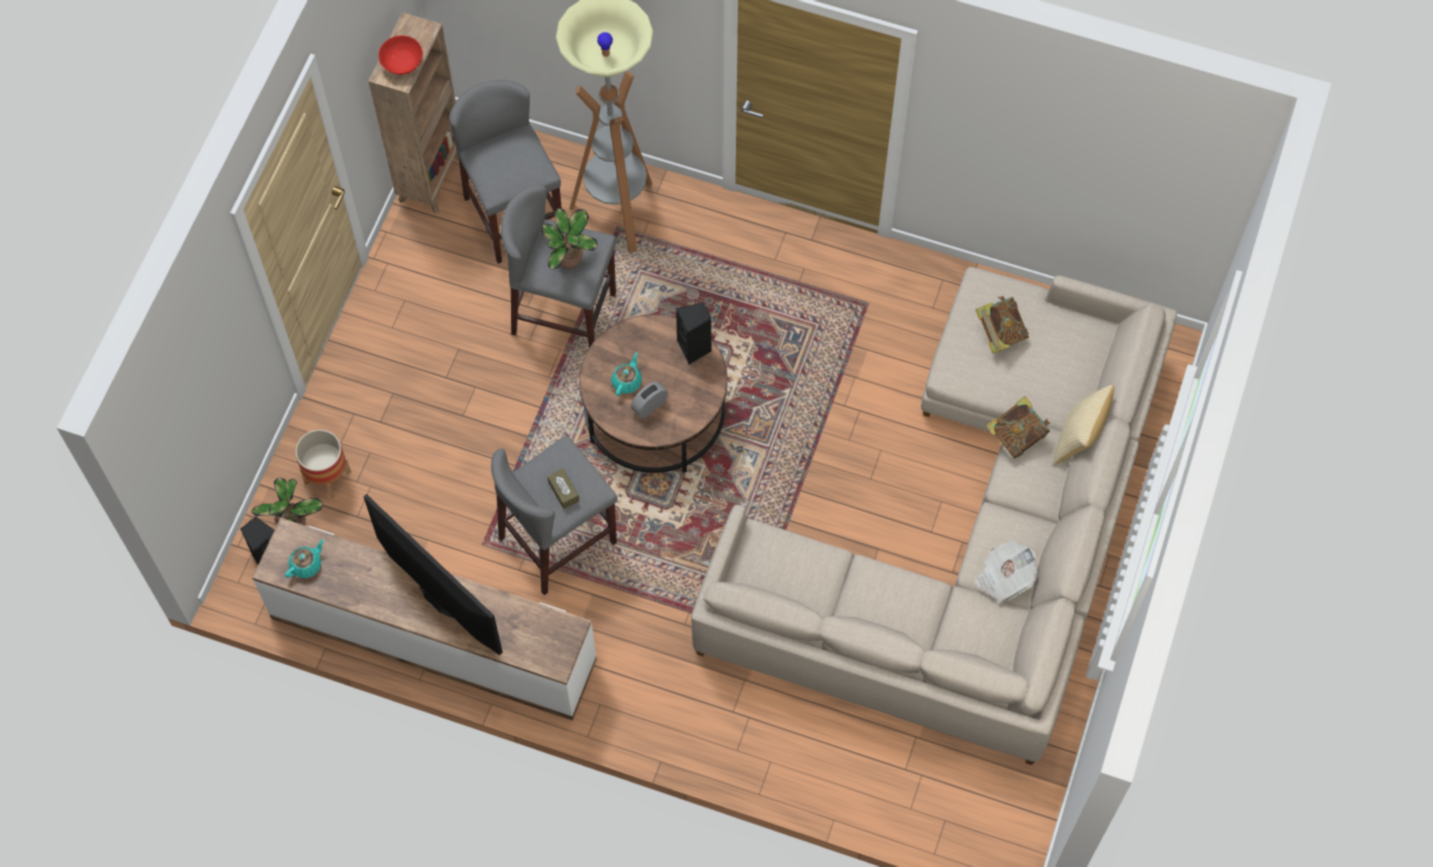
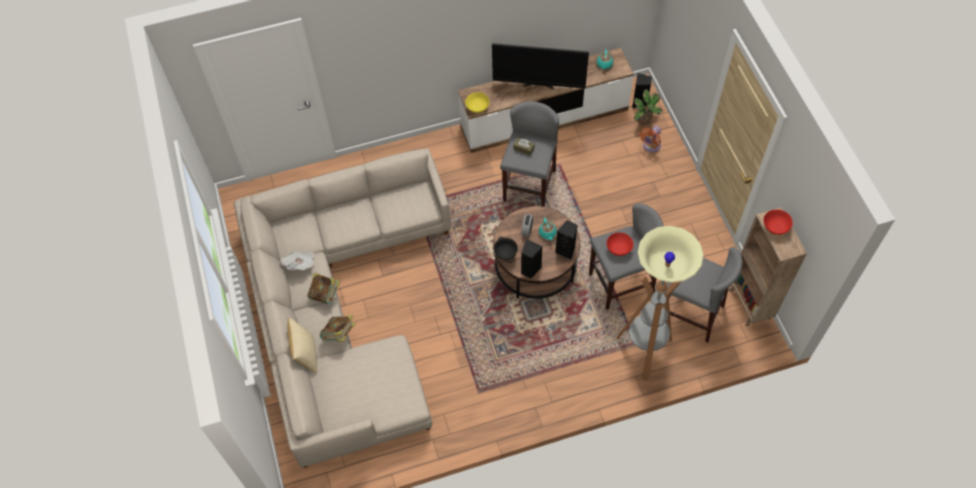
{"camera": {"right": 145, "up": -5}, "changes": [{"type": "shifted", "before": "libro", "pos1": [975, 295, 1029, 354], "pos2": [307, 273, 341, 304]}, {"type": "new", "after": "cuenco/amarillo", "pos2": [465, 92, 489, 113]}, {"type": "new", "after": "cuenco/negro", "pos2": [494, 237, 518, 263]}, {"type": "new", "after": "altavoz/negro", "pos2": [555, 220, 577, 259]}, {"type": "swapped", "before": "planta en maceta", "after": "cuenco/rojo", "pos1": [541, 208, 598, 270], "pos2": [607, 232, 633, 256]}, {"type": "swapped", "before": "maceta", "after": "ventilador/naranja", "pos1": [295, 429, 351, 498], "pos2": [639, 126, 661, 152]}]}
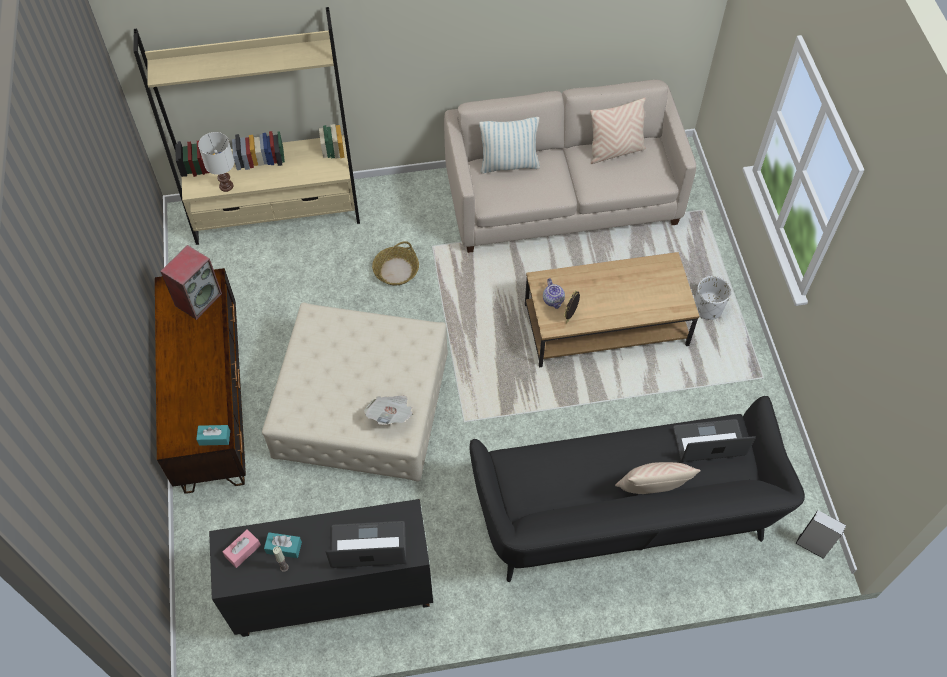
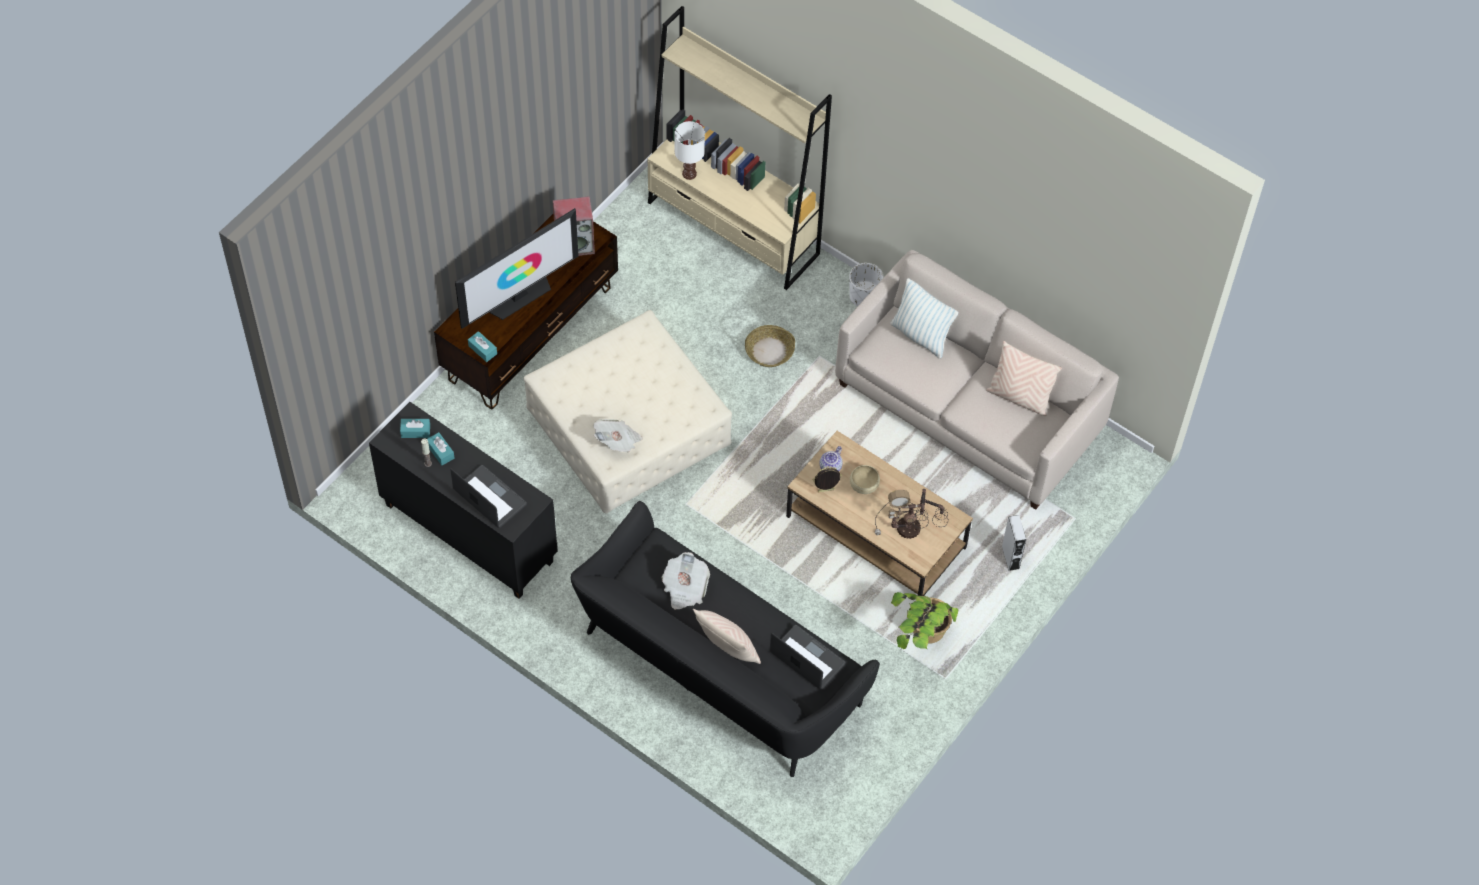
{"camera": {"right": 45, "up": 0}, "changes": [{"type": "repainted", "before": "caja de pañuelos/rosa", "after": "caja de pañuelos/turquesa", "pos1": [223, 529, 261, 568], "pos2": [400, 419, 430, 438]}, {"type": "new", "after": "televisor", "pos2": [455, 208, 578, 329]}, {"type": "new", "after": "periódico", "pos2": [662, 552, 710, 610]}, {"type": "shifted", "before": "maceta/blanco", "pos1": [695, 276, 731, 320], "pos2": [849, 263, 884, 307]}, {"type": "new", "after": "cuenco/beis", "pos2": [850, 465, 880, 494]}, {"type": "new", "after": "lámpara de mesa", "pos2": [875, 489, 948, 539]}, {"type": "new", "after": "planta en maceta", "pos2": [891, 592, 958, 649]}, {"type": "shifted", "before": "altavoz/gris", "pos1": [796, 510, 846, 559], "pos2": [1002, 515, 1026, 571]}]}
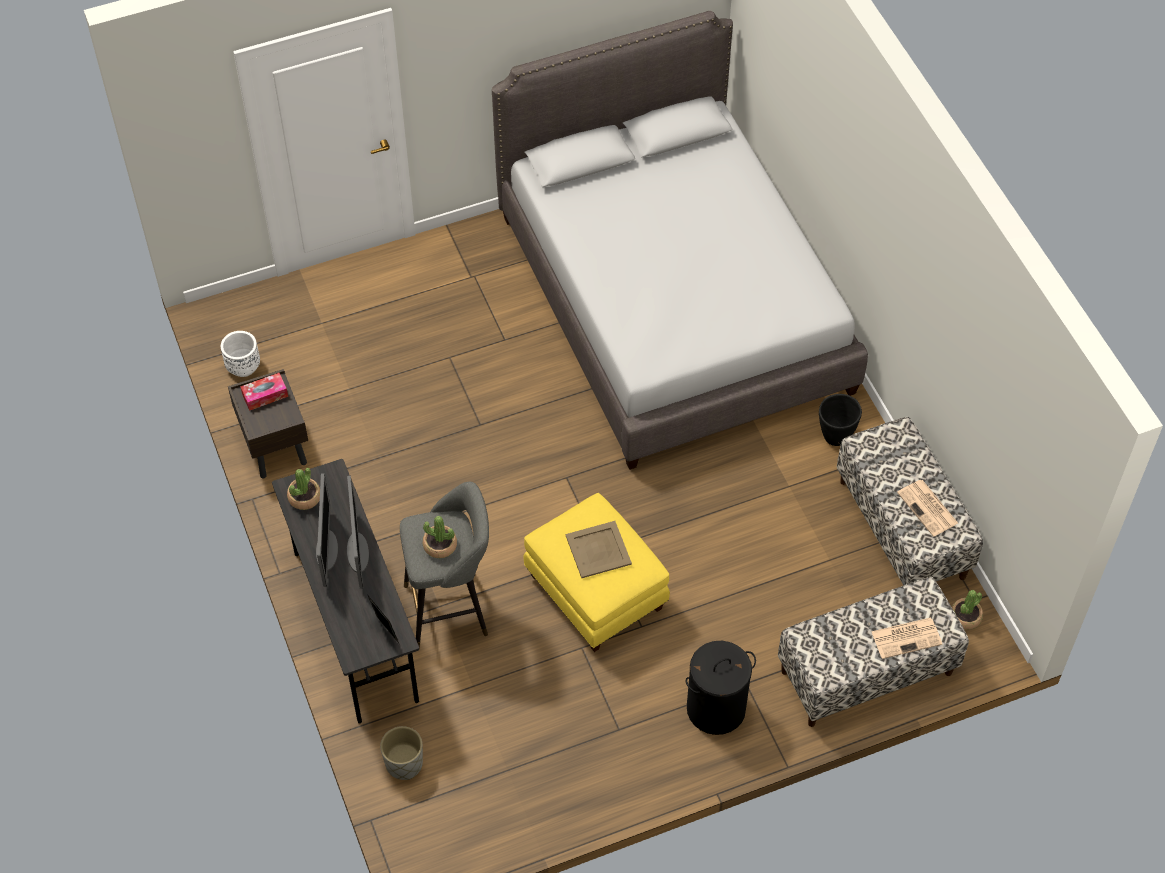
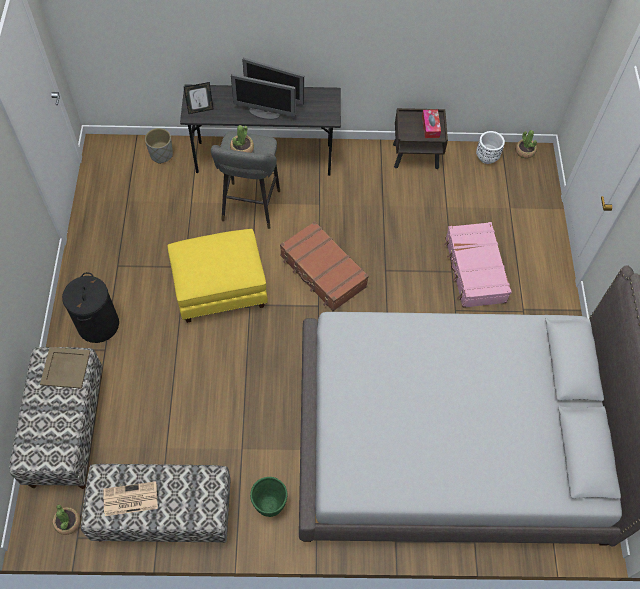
{"camera": {"right": 110, "up": 5}, "changes": [{"type": "shifted", "before": "bandeja/beis", "pos1": [566, 521, 632, 578], "pos2": [40, 347, 90, 389]}, {"type": "repainted", "before": "maceta/negro", "after": "maceta/verde", "pos1": [819, 394, 862, 446], "pos2": [250, 477, 287, 517]}, {"type": "new", "after": "maleta/marrón", "pos2": [280, 221, 369, 311]}, {"type": "new", "after": "maleta/rosa", "pos2": [444, 222, 511, 308]}, {"type": "shifted", "before": "planta en maceta", "pos1": [287, 468, 320, 510], "pos2": [516, 130, 537, 158]}, {"type": "gone", "before": "periódico", "pos1": [871, 618, 942, 659]}]}
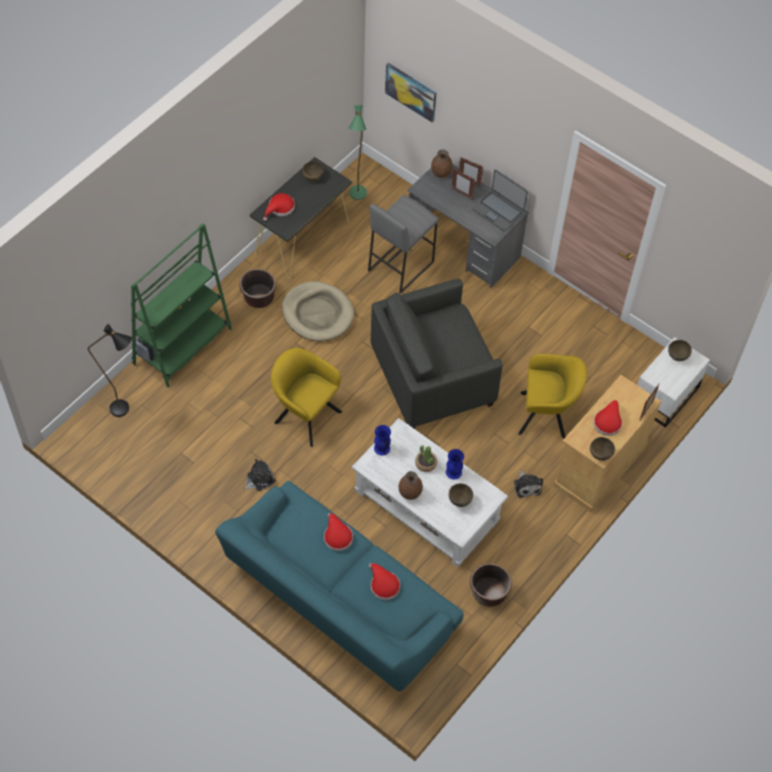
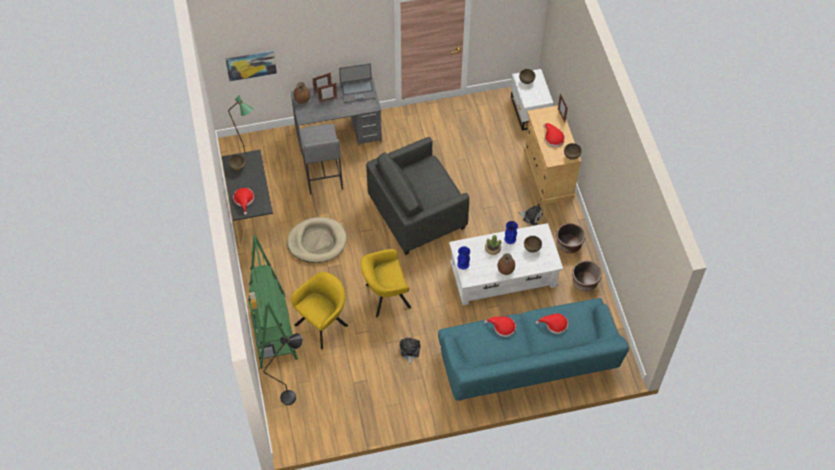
{"camera": {"right": -50, "up": 0}, "changes": [{"type": "shifted", "before": "sillón/amarillo", "pos1": [518, 354, 587, 439], "pos2": [291, 272, 348, 349]}, {"type": "rotated", "before": "sillón/gris", "pos1": [371, 279, 503, 429], "pos2": [366, 137, 469, 255], "turn": 45}, {"type": "shifted", "before": "maceta/marrón", "pos1": [239, 269, 276, 308], "pos2": [556, 223, 585, 254]}]}
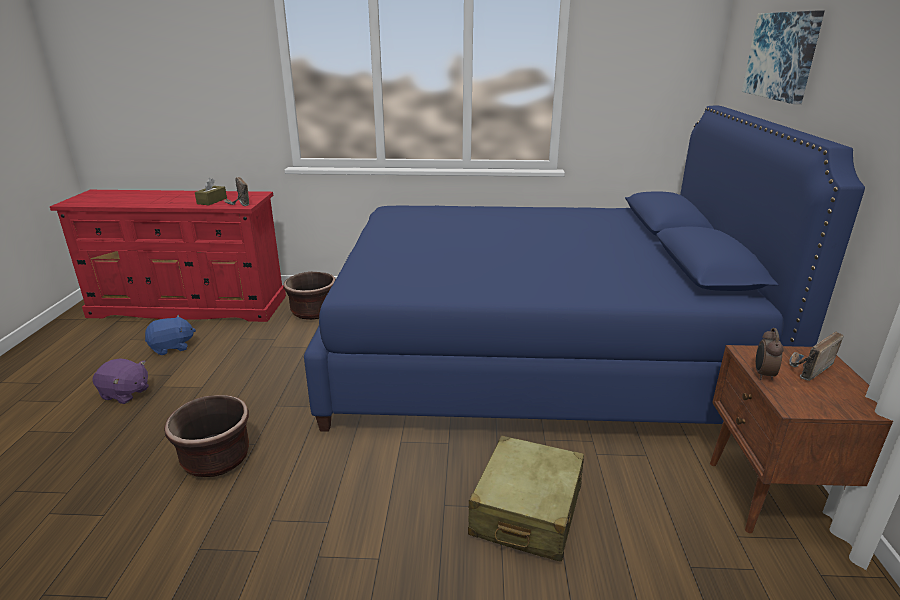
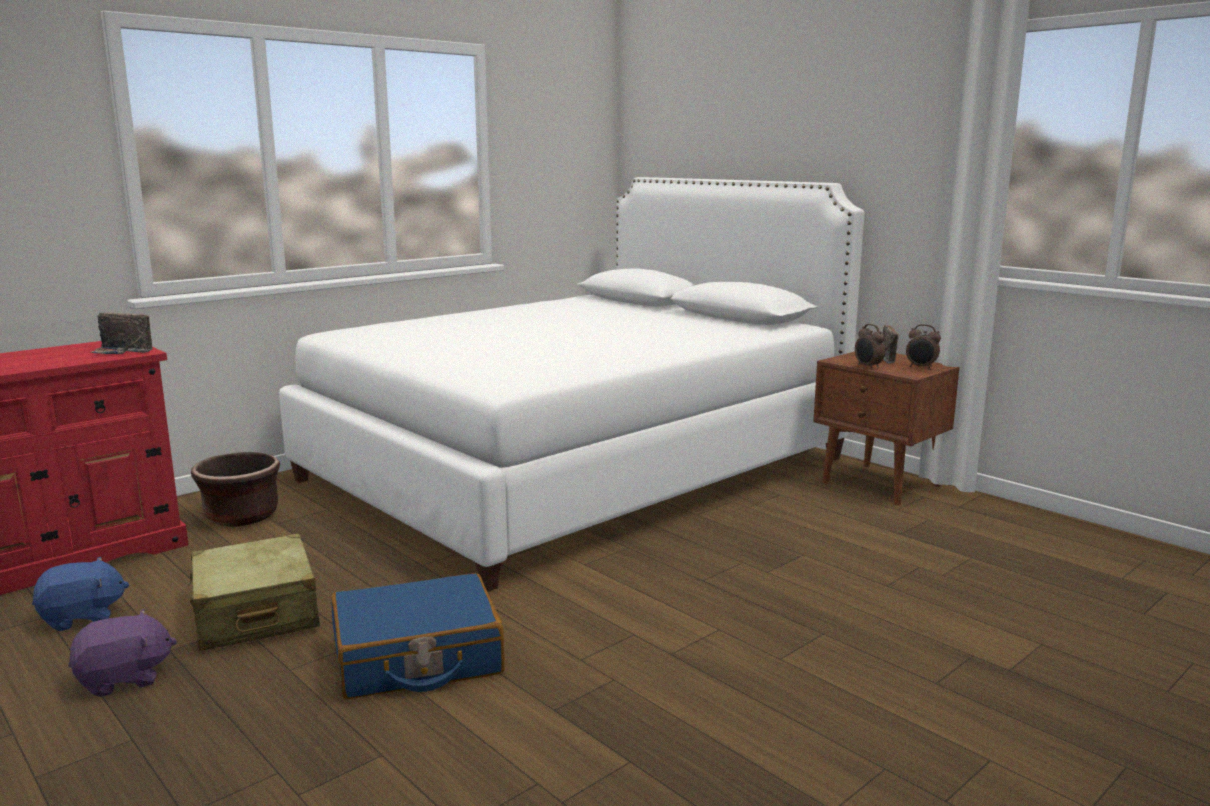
{"camera": {"right": -45, "up": -10}, "changes": [{"type": "rotated", "before": "peluche/azul", "pos1": [145, 315, 196, 355], "pos2": [32, 557, 129, 631], "turn": 45}, {"type": "shifted", "before": "maleta/beis", "pos1": [468, 435, 584, 562], "pos2": [189, 533, 320, 651]}, {"type": "repainted", "before": "cama/azul", "after": "cama/blanco", "pos1": [304, 106, 865, 432], "pos2": [279, 177, 864, 592]}, {"type": "swapped", "before": "maceta/marrón", "after": "maleta/azul", "pos1": [164, 395, 249, 477], "pos2": [331, 573, 505, 699]}, {"type": "new", "after": "despertador", "pos2": [906, 324, 941, 369]}, {"type": "gone", "before": "caja de pañuelos/marrón", "pos1": [195, 178, 227, 205]}, {"type": "gone", "before": "cuadro", "pos1": [742, 11, 825, 104]}]}
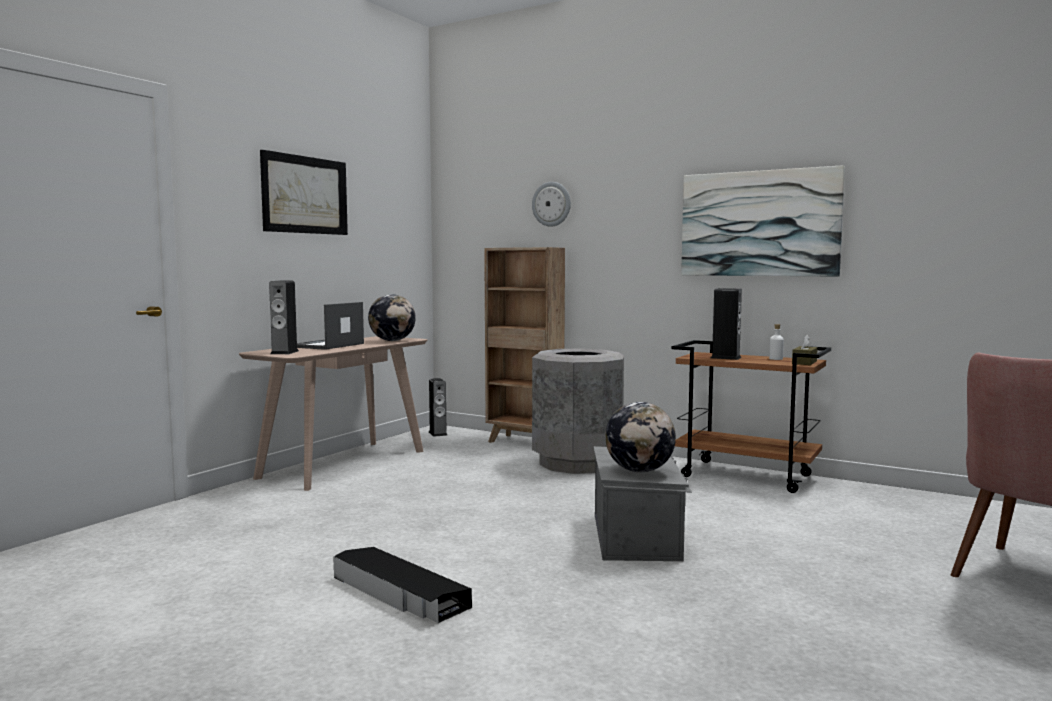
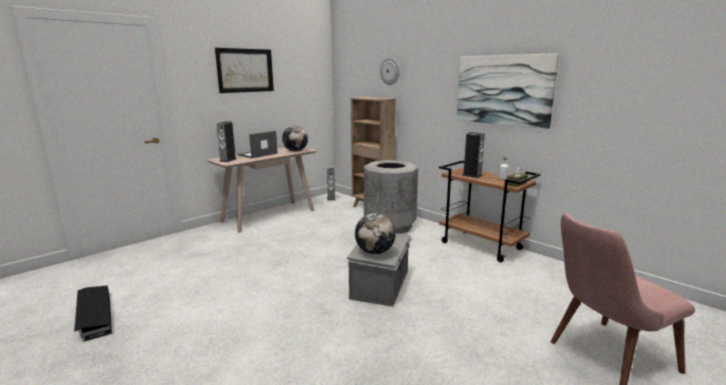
{"camera": {"right": 15, "up": 10}, "changes": [{"type": "shifted", "before": "caja de almacenaje/negro", "pos1": [333, 547, 472, 623], "pos2": [74, 285, 112, 342]}]}
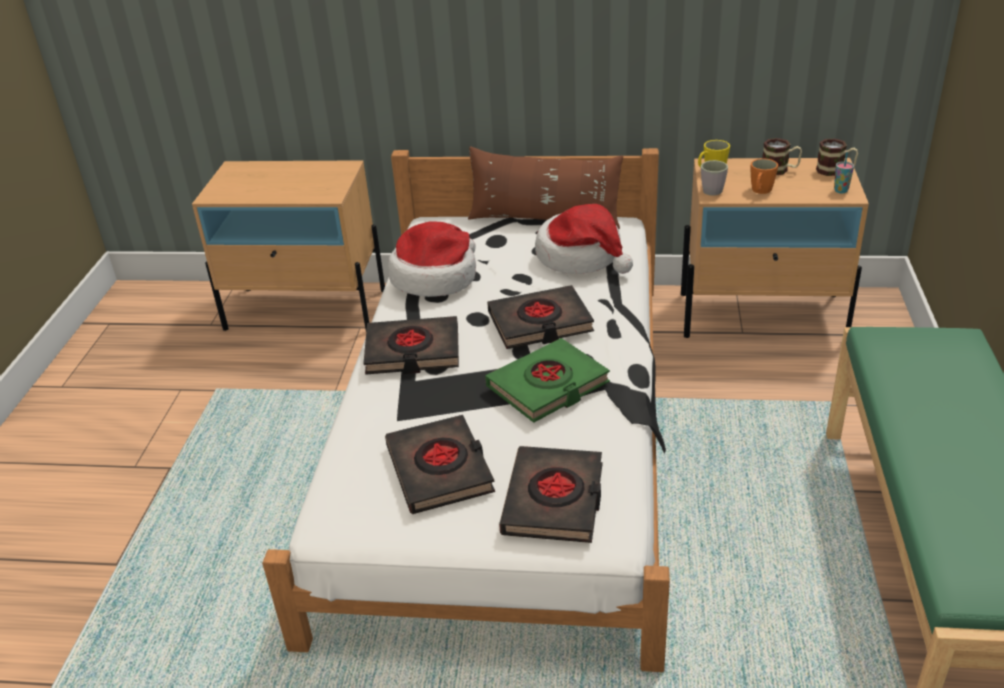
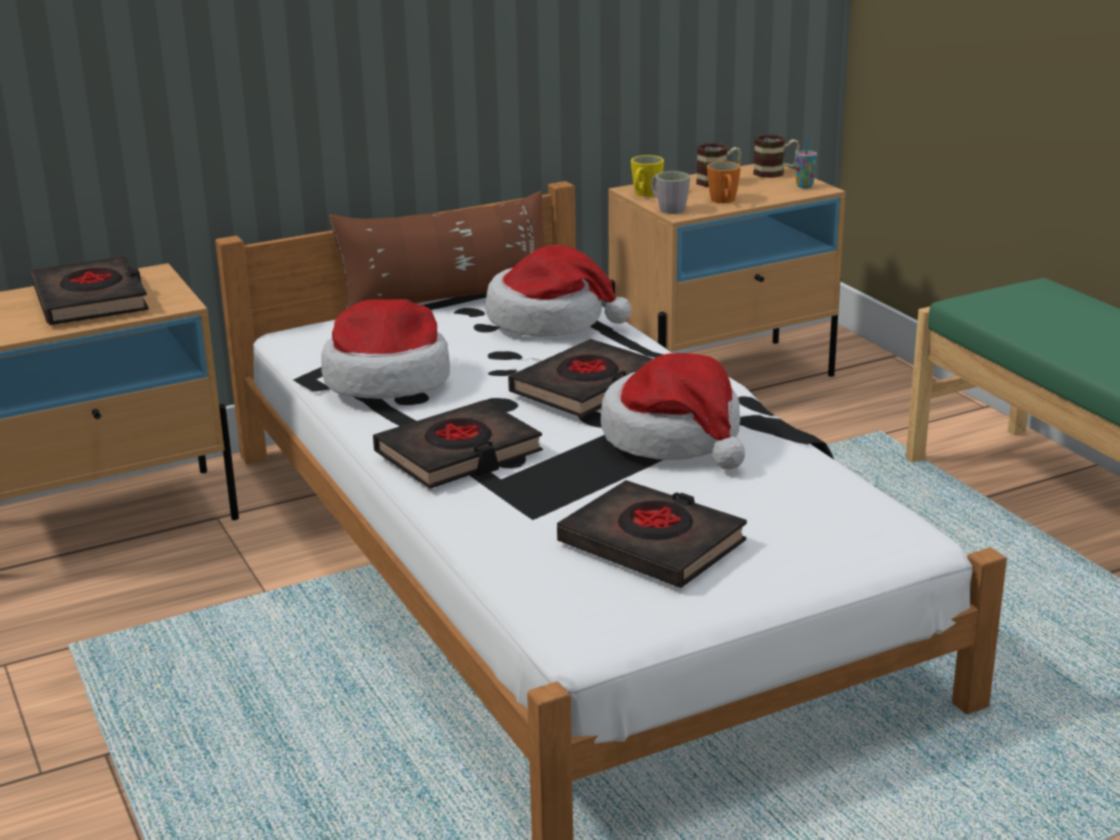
{"camera": {"right": -35, "up": -10}, "changes": [{"type": "shifted", "before": "libro/negro", "pos1": [499, 446, 603, 543], "pos2": [31, 256, 149, 325]}, {"type": "swapped", "before": "libro/verde", "after": "sombrero", "pos1": [485, 338, 610, 423], "pos2": [601, 353, 745, 470]}]}
